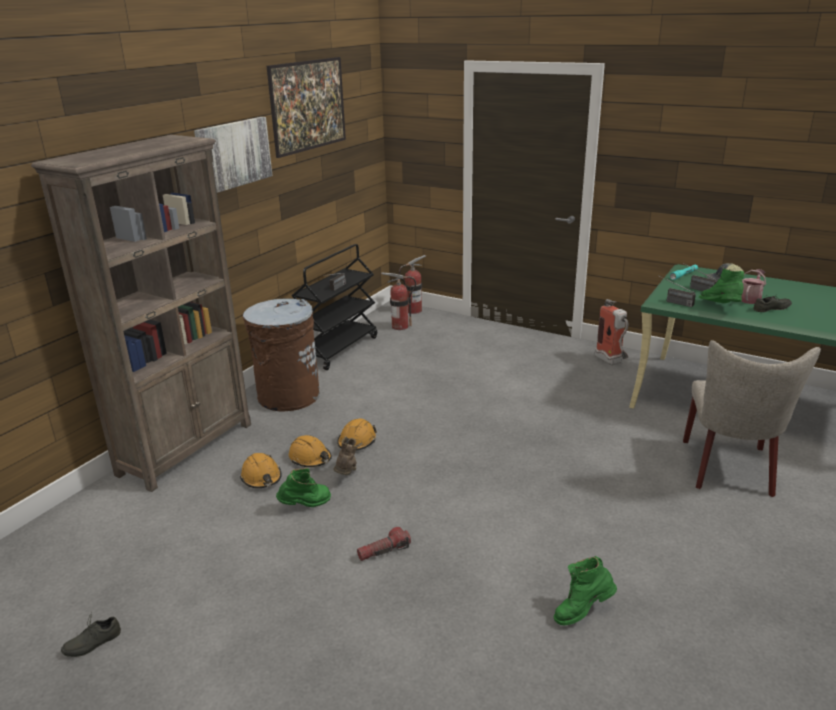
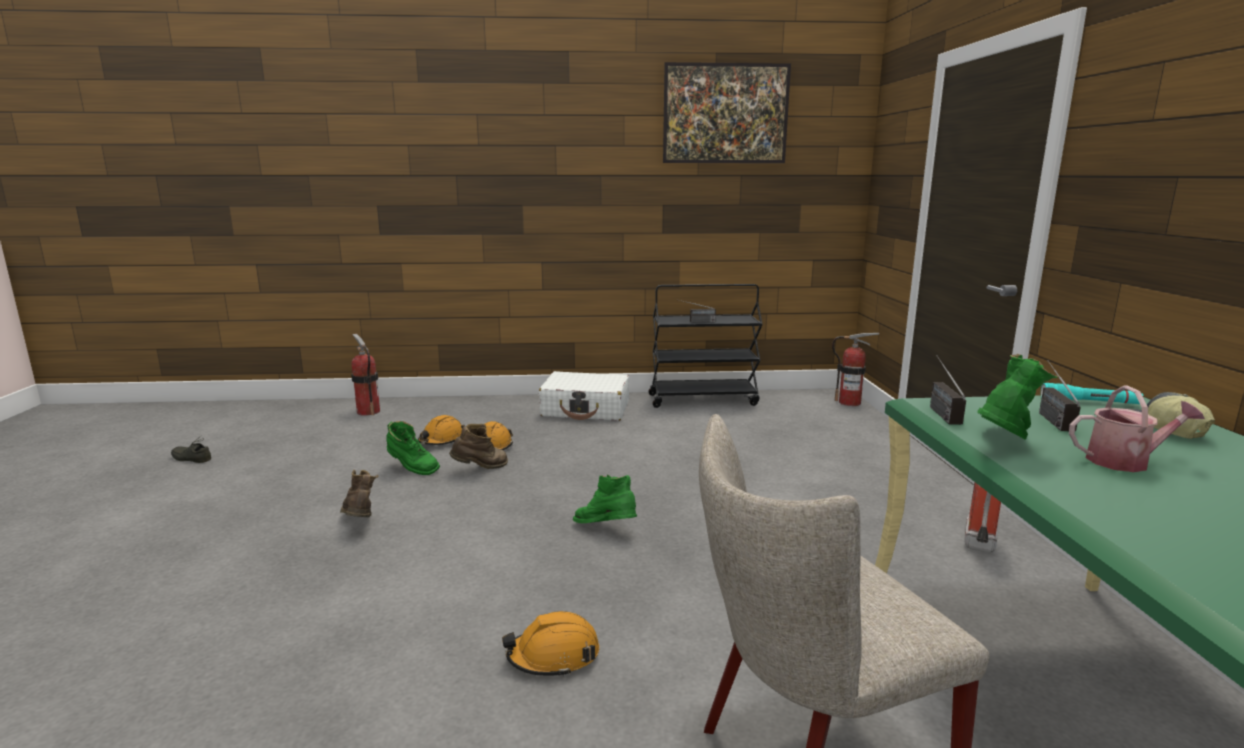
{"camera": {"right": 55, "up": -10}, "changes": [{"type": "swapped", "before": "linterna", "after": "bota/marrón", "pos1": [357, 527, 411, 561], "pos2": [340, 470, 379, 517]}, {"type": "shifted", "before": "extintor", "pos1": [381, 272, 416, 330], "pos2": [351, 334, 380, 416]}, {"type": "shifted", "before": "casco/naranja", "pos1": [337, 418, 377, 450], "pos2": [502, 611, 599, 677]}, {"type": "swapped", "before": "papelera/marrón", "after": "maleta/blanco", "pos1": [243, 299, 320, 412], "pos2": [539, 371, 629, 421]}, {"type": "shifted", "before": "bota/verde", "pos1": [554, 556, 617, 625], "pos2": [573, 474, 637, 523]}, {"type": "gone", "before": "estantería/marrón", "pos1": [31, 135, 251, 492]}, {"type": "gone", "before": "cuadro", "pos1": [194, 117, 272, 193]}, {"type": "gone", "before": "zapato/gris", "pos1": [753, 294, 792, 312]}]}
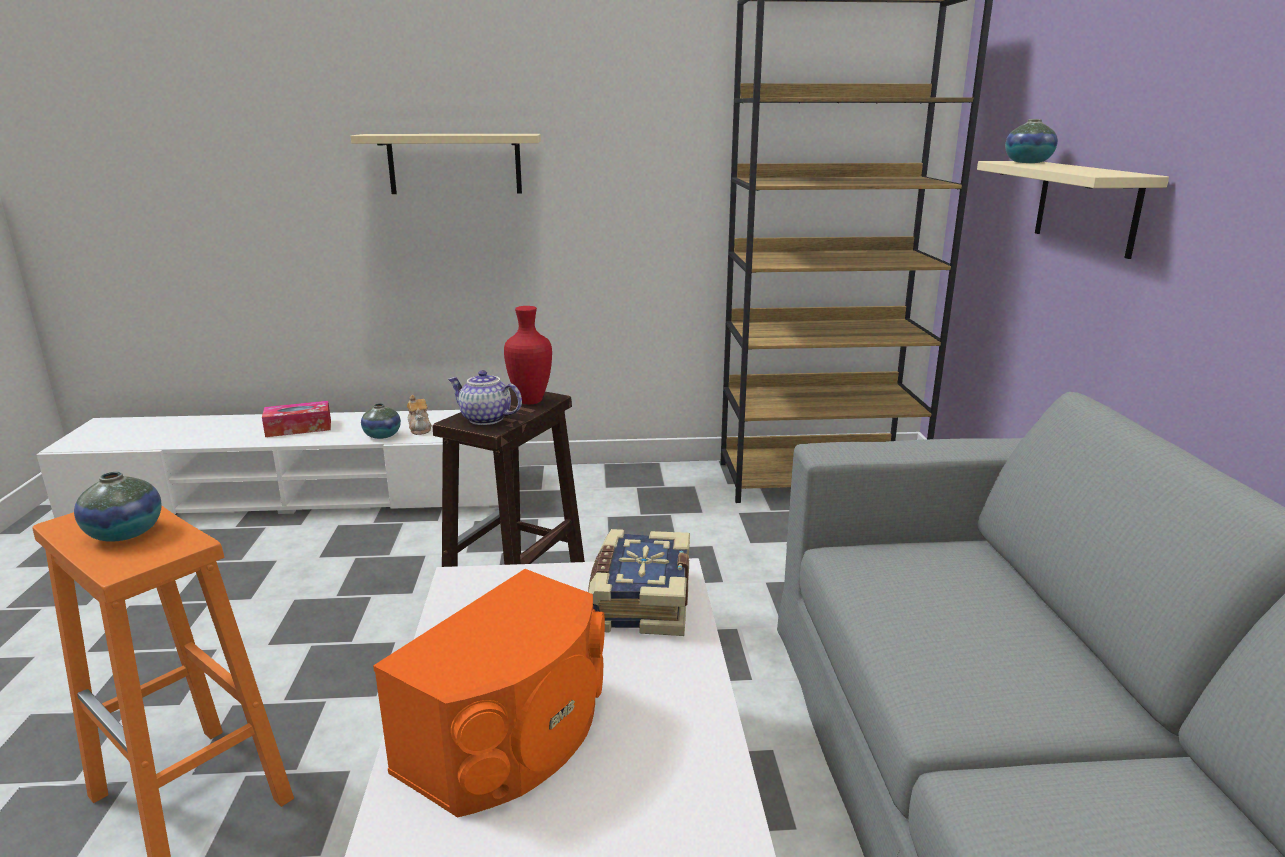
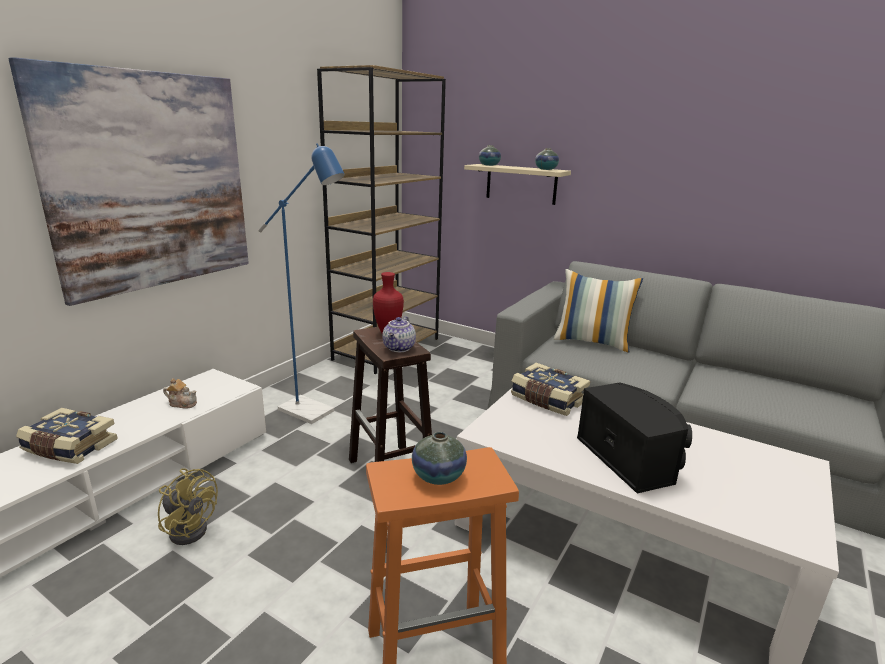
{"camera": {"right": -55, "up": 0}, "changes": [{"type": "swapped", "before": "estante/beis", "after": "cuadro", "pos1": [350, 134, 541, 194], "pos2": [8, 57, 249, 306]}, {"type": "swapped", "before": "caja de pañuelos", "after": "libro", "pos1": [262, 401, 331, 437], "pos2": [16, 408, 118, 464]}, {"type": "new", "after": "ventilador/amarillo", "pos2": [158, 468, 218, 545]}, {"type": "new", "after": "lámpara de pie/azul", "pos2": [258, 143, 345, 424]}, {"type": "rotated", "before": "tetera", "pos1": [448, 370, 522, 425], "pos2": [382, 316, 416, 352], "turn": -45}, {"type": "shifted", "before": "florero", "pos1": [361, 403, 401, 439], "pos2": [535, 148, 559, 170]}, {"type": "new", "after": "cojín", "pos2": [554, 269, 643, 353]}, {"type": "repainted", "before": "altavoz/naranja", "after": "altavoz/negro", "pos1": [373, 569, 605, 818], "pos2": [577, 382, 692, 494]}]}
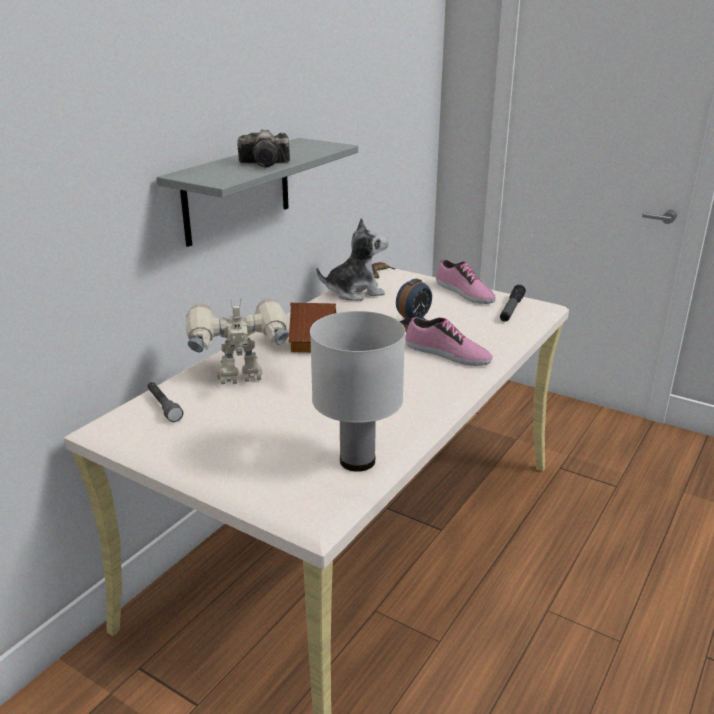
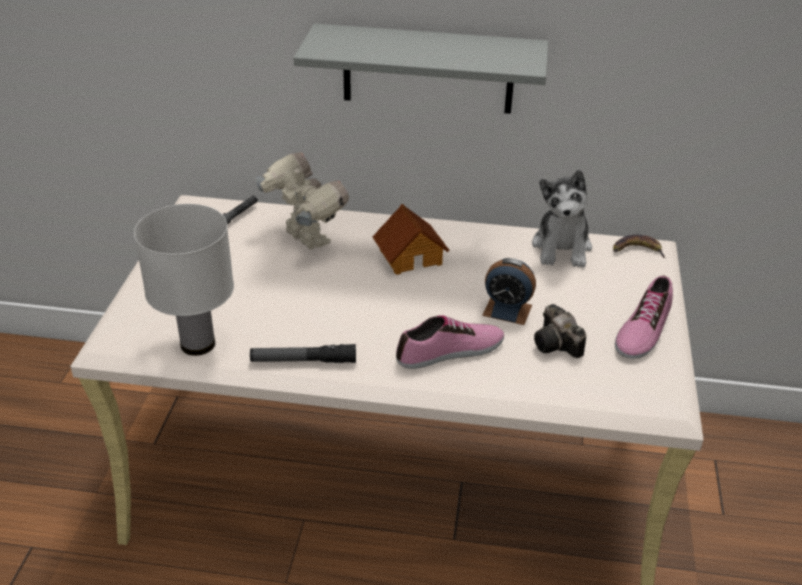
{"camera": {"right": 65, "up": 10}, "changes": [{"type": "shifted", "before": "linterna", "pos1": [500, 285, 526, 322], "pos2": [250, 344, 356, 363]}, {"type": "rotated", "before": "zapato", "pos1": [405, 317, 493, 366], "pos2": [396, 315, 504, 369], "turn": -120}, {"type": "rotated", "before": "peluche", "pos1": [317, 218, 389, 301], "pos2": [532, 170, 592, 267], "turn": 45}, {"type": "shifted", "before": "cámara", "pos1": [237, 130, 290, 167], "pos2": [534, 304, 586, 358]}]}
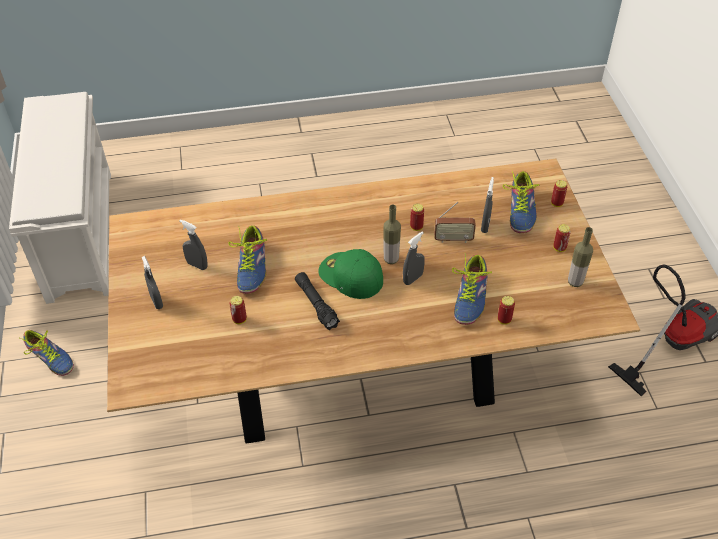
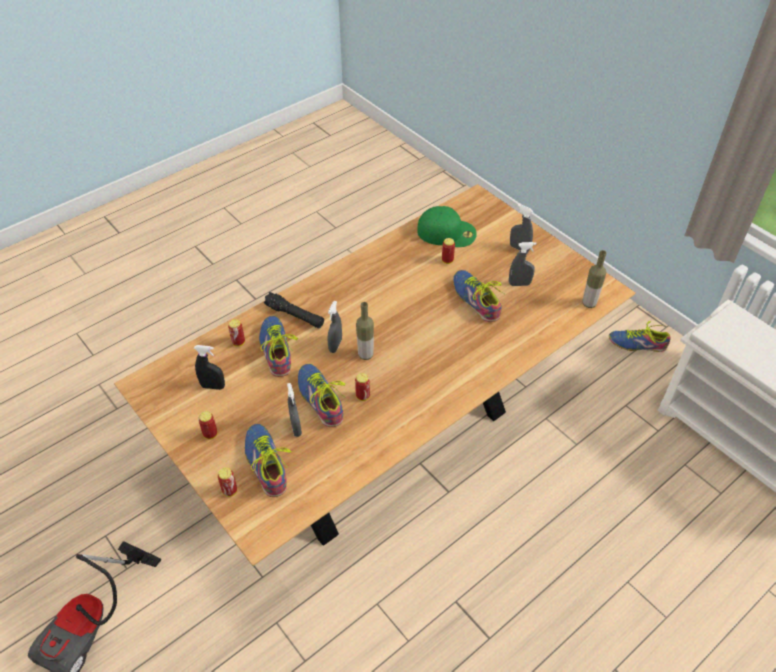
{"camera": {"right": 150, "up": 0}, "changes": [{"type": "new", "after": "pulverizador/negro", "pos2": [194, 345, 225, 390]}, {"type": "shifted", "before": "linterna/negro", "pos1": [295, 272, 340, 330], "pos2": [264, 292, 324, 328]}, {"type": "swapped", "before": "radio", "after": "zapato", "pos1": [434, 202, 476, 243], "pos2": [298, 364, 345, 427]}, {"type": "shifted", "before": "gorra/verde", "pos1": [318, 249, 383, 299], "pos2": [417, 206, 477, 247]}, {"type": "shifted", "before": "botella", "pos1": [568, 227, 593, 287], "pos2": [582, 250, 606, 308]}]}
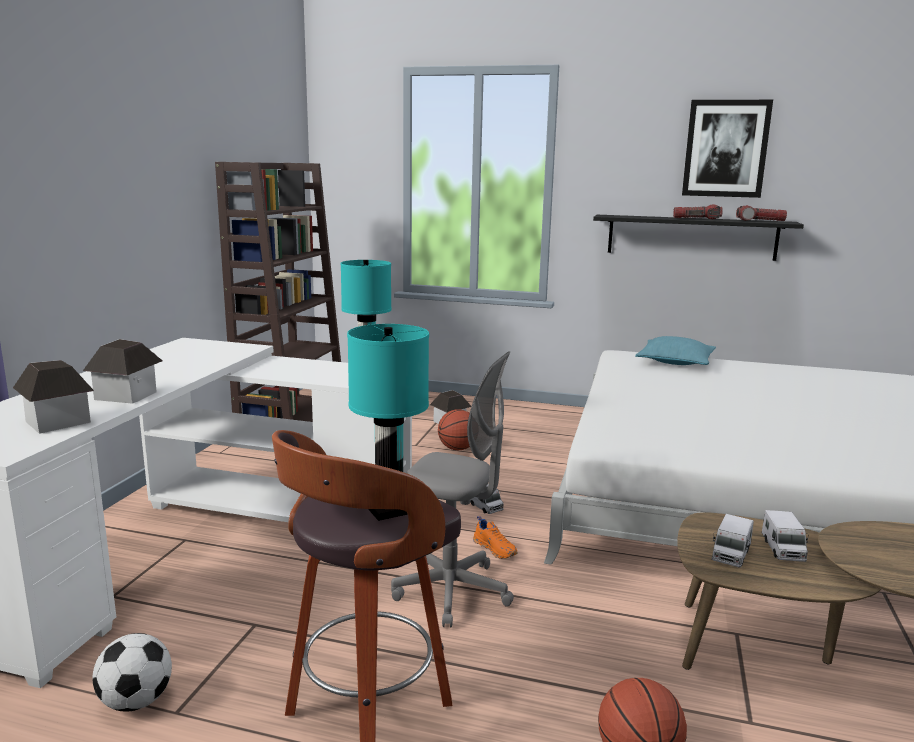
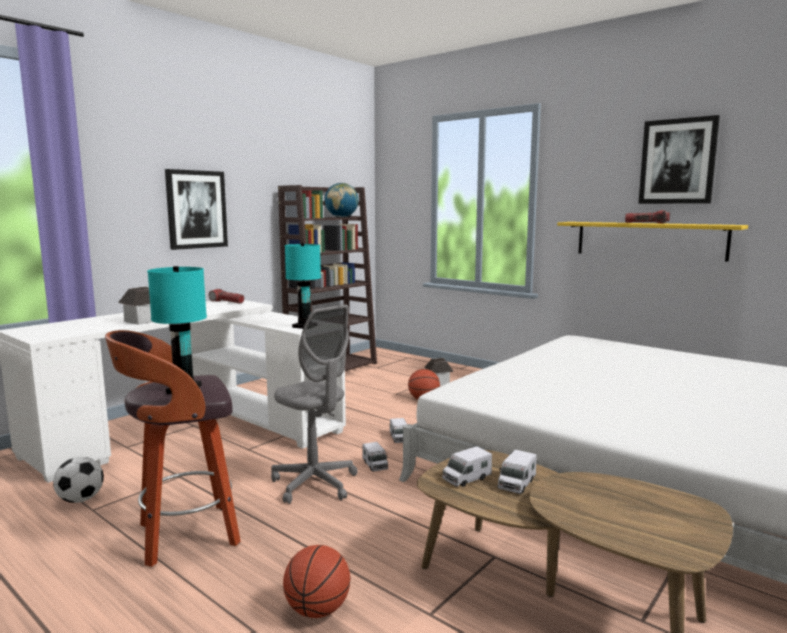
{"camera": {"right": 25, "up": -5}, "changes": [{"type": "new", "after": "cuadro", "pos2": [165, 169, 228, 250]}, {"type": "shifted", "before": "linterna", "pos1": [736, 205, 787, 221], "pos2": [209, 289, 244, 303]}, {"type": "new", "after": "globo terráqueo", "pos2": [325, 183, 359, 217]}, {"type": "swapped", "before": "zapato/naranja", "after": "camión de juguete", "pos1": [473, 516, 518, 559], "pos2": [362, 442, 388, 471]}, {"type": "repainted", "before": "estante/negro", "after": "estante/amarillo", "pos1": [593, 215, 804, 261], "pos2": [557, 222, 748, 262]}, {"type": "gone", "before": "casita", "pos1": [13, 360, 94, 434]}, {"type": "gone", "before": "cojín/turquesa", "pos1": [635, 336, 716, 365]}]}
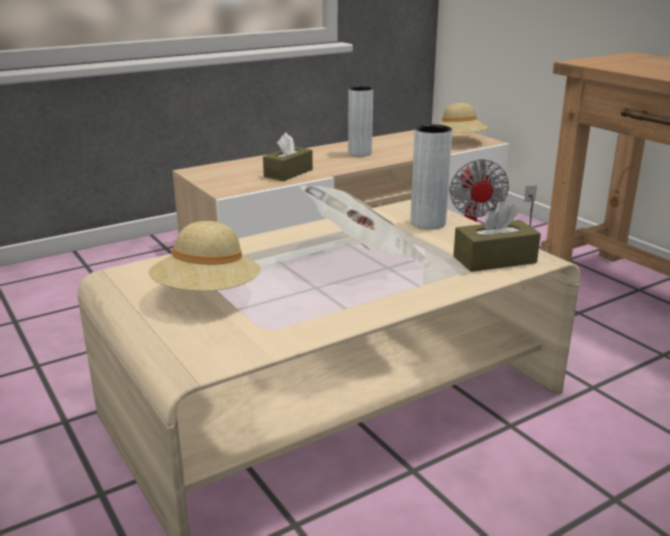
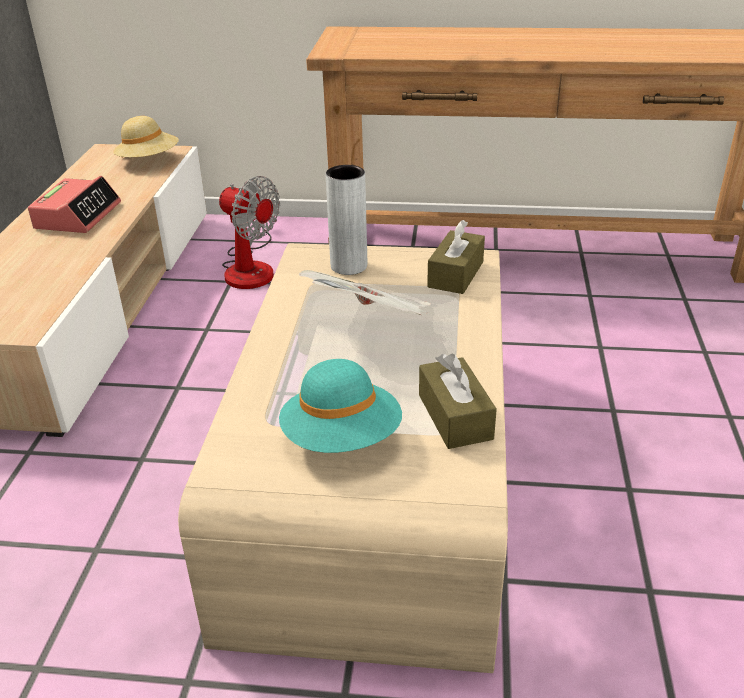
{"camera": {"right": -50, "up": 10}, "changes": [{"type": "swapped", "before": "florero/gris", "after": "despertador", "pos1": [348, 86, 373, 157], "pos2": [28, 176, 121, 233]}, {"type": "repainted", "before": "sombrero/beis", "after": "sombrero/turquesa", "pos1": [149, 221, 261, 291], "pos2": [279, 359, 402, 453]}, {"type": "shifted", "before": "caja de pañuelos/marrón", "pos1": [263, 132, 313, 181], "pos2": [419, 353, 497, 449]}]}
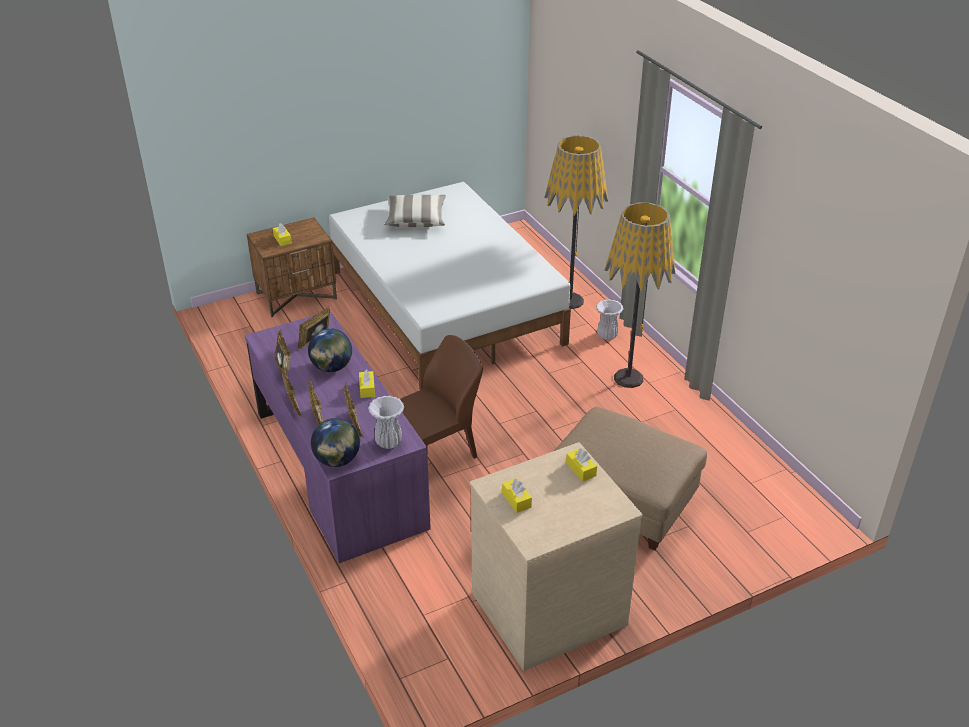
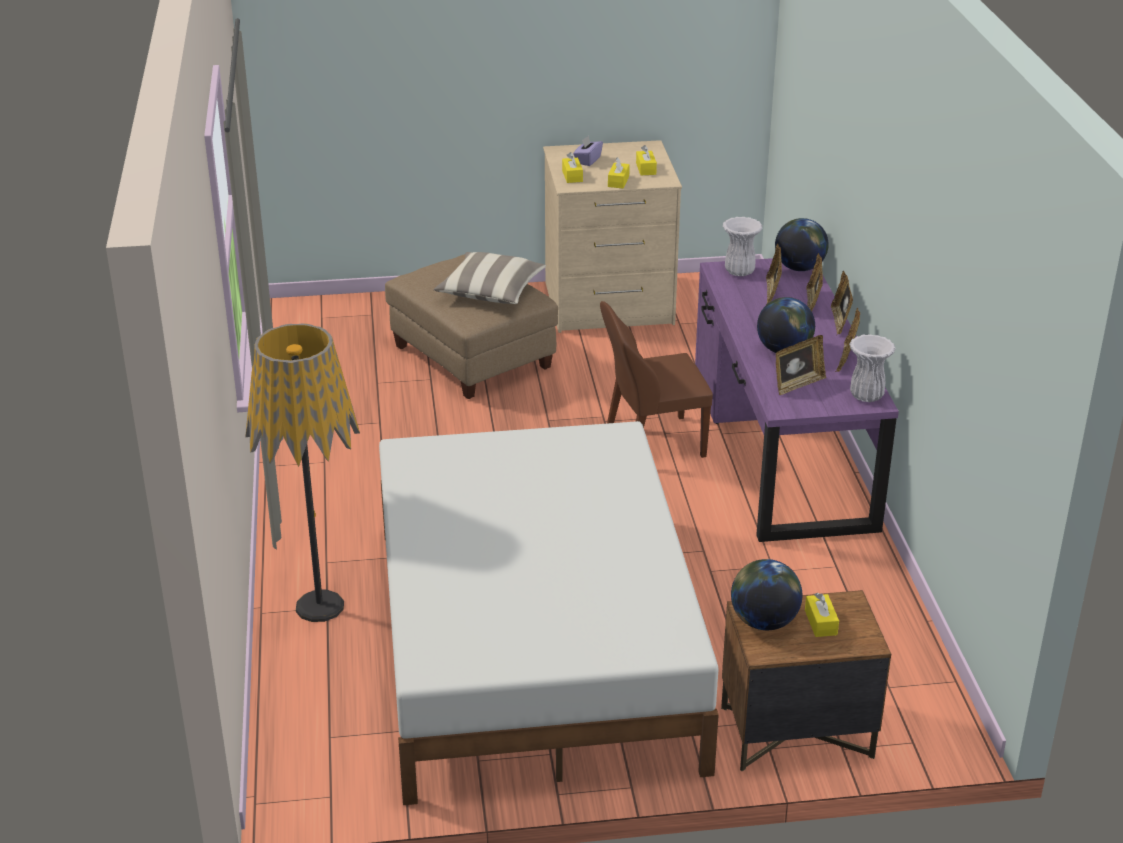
{"camera": {"right": -160, "up": -5}, "changes": [{"type": "shifted", "before": "cojín", "pos1": [384, 195, 446, 227], "pos2": [434, 252, 546, 304]}, {"type": "new", "after": "caja de pañuelos/morado", "pos2": [573, 135, 603, 166]}, {"type": "shifted", "before": "caja de pañuelos/amarillo", "pos1": [359, 369, 375, 398], "pos2": [608, 157, 630, 188]}, {"type": "new", "after": "globo terráqueo", "pos2": [731, 559, 802, 630]}, {"type": "shifted", "before": "florero/blanco", "pos1": [596, 299, 623, 340], "pos2": [849, 334, 896, 402]}, {"type": "gone", "before": "lámpara de pie", "pos1": [604, 202, 675, 388]}]}
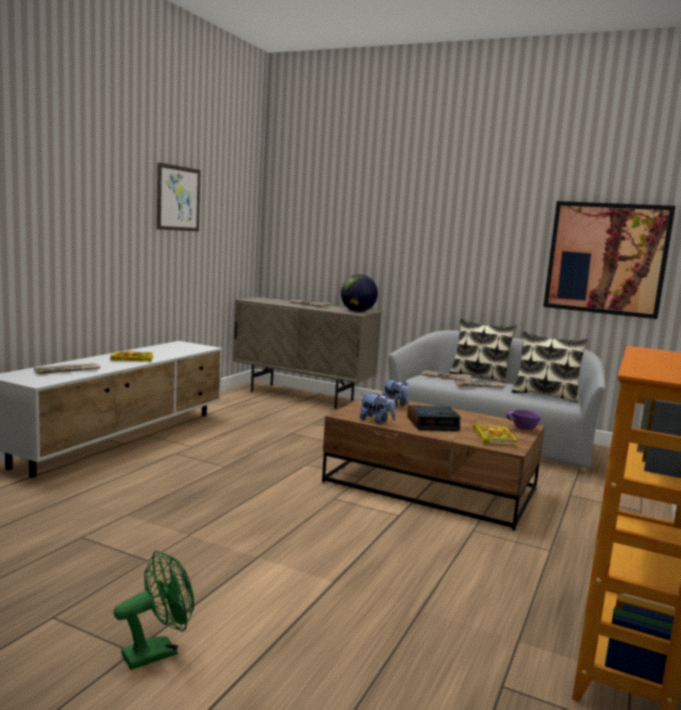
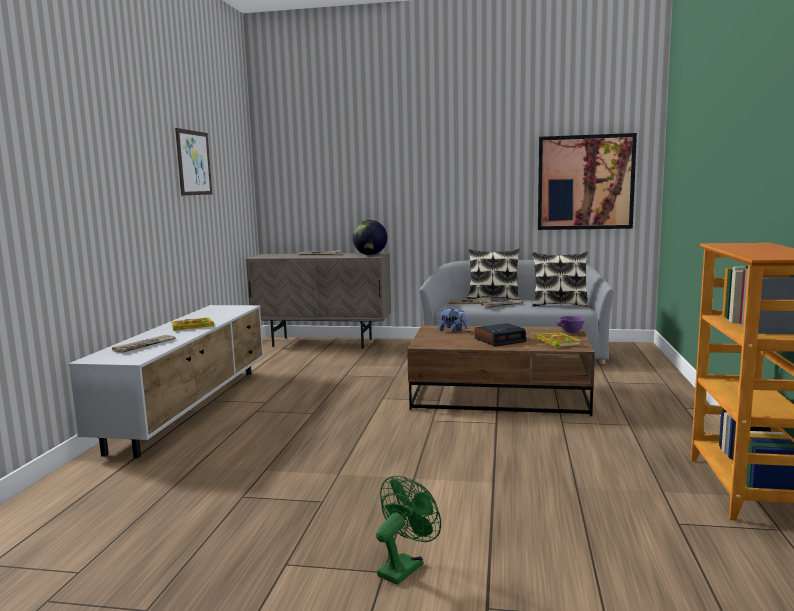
{"camera": {"right": -15, "up": 0}, "changes": [{"type": "gone", "before": "peluche", "pos1": [360, 393, 396, 424]}]}
